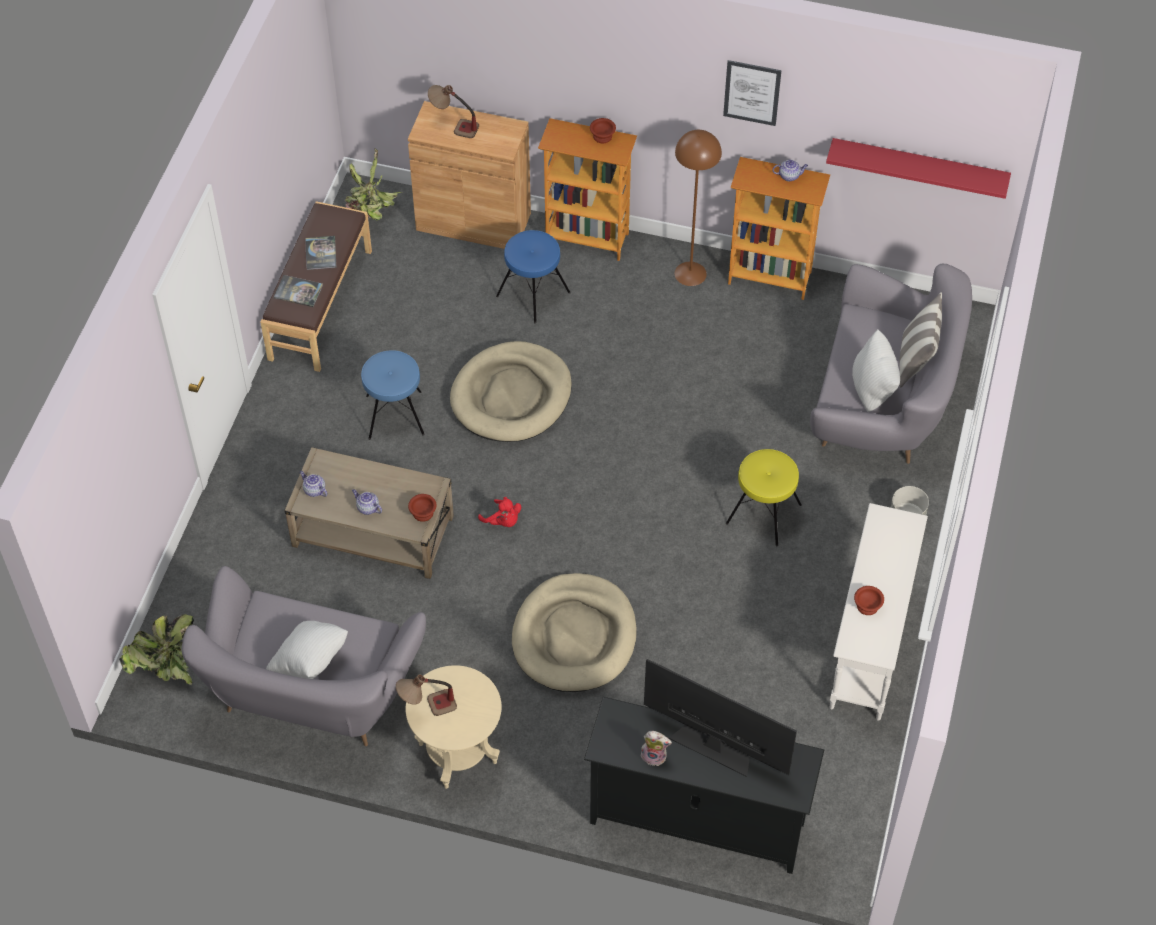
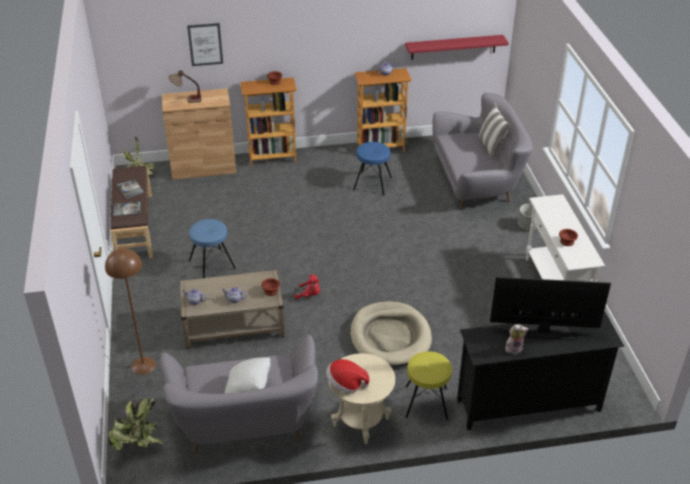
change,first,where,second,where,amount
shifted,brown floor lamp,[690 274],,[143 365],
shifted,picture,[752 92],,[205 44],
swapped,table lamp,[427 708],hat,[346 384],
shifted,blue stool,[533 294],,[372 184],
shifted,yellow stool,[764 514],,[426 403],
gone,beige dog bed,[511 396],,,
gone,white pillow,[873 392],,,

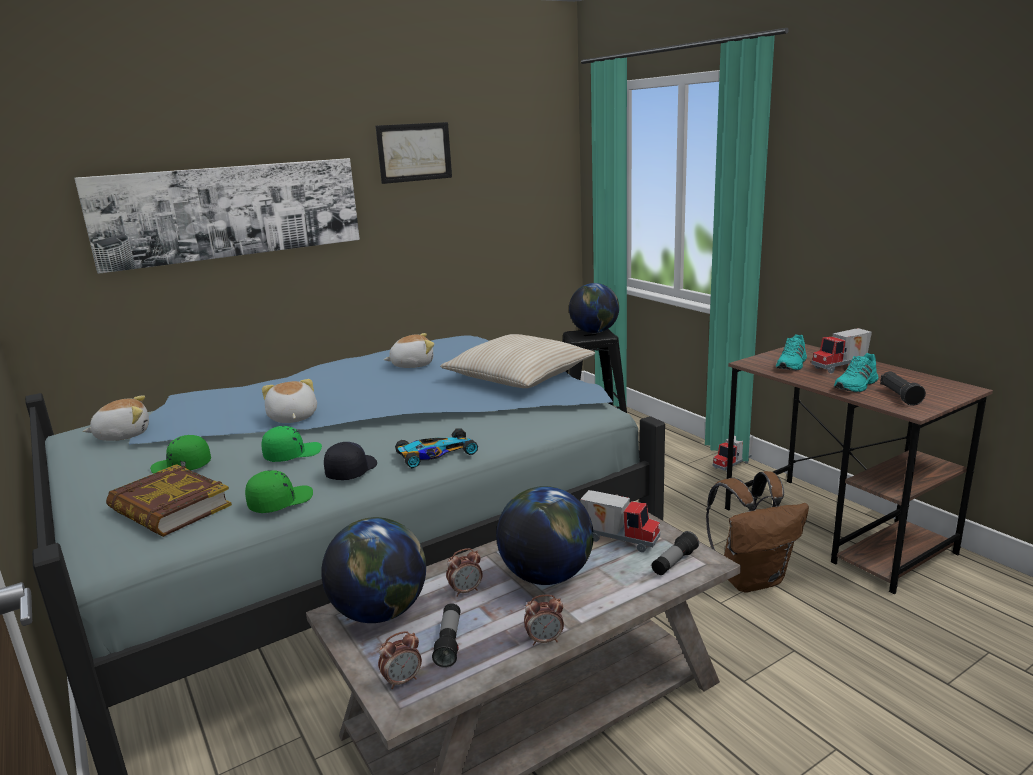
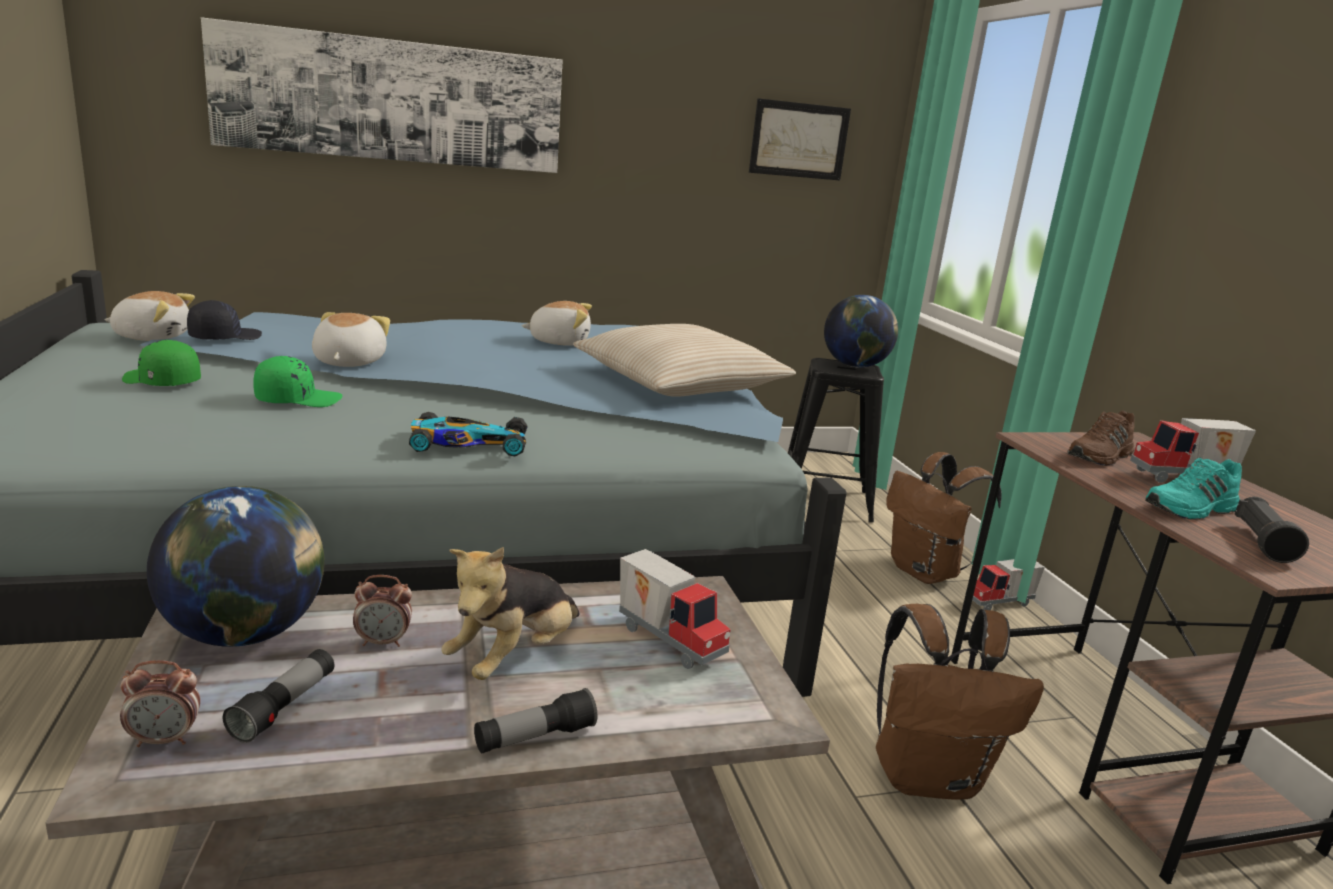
change,first,where,second,where,amount
shifted,black cap,[351 471],,[224 337],
swapped,globe,[546 575],plush toy,[514 657],
shifted,flashlight,[674 562],,[535 738],
shifted,picture,[414 152],,[799 140],
new,,,brown backpack,[926 573],
repainted,turquoise shoe,[792 364],brown shoe,[1101 456],
gone,book,[170 508],,,
gone,green cap,[280 502],,,
gone,alarm clock,[545 640],,,

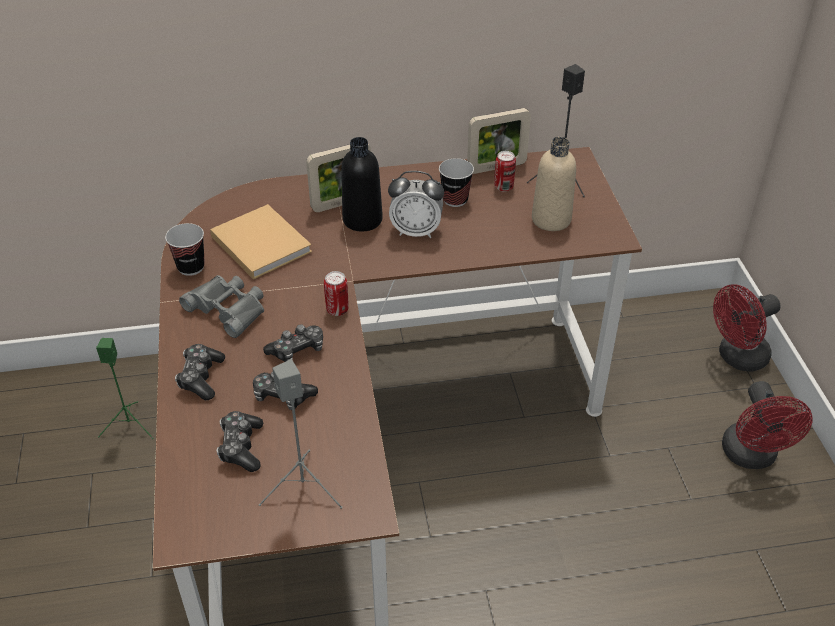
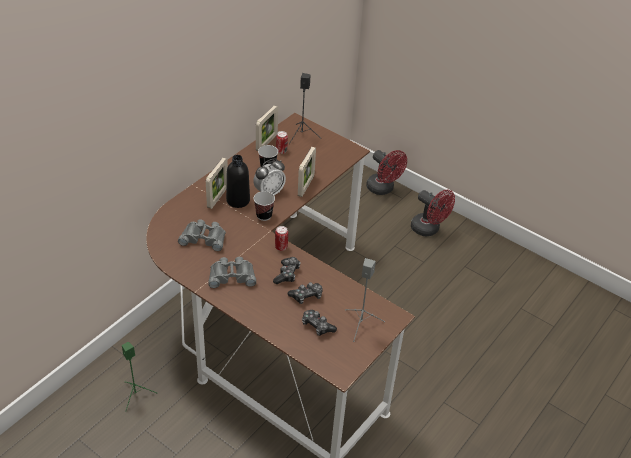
change,first,where,second,where,amount
swapped,beige book,[259 243],grey binoculars,[204 238],
shifted,cup,[191 267],,[264 215],
new,,,picture frame,[306 186],
rotated,red fan,[737 358],,[383 189],60 degrees counterclockwise
gone,game controller,[201 377],,,
gone,beige bottle,[551 219],,,

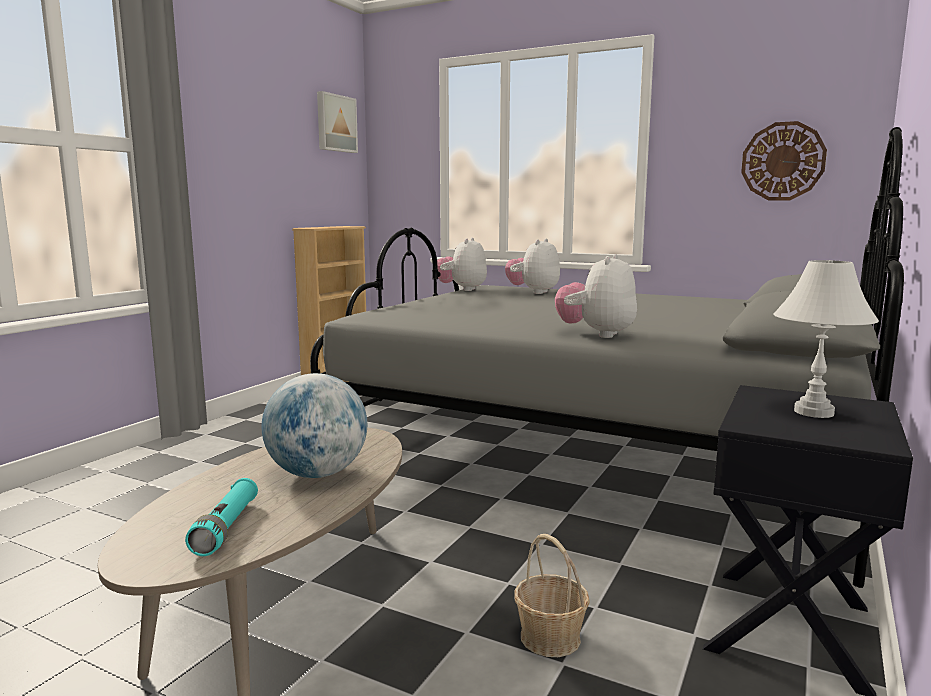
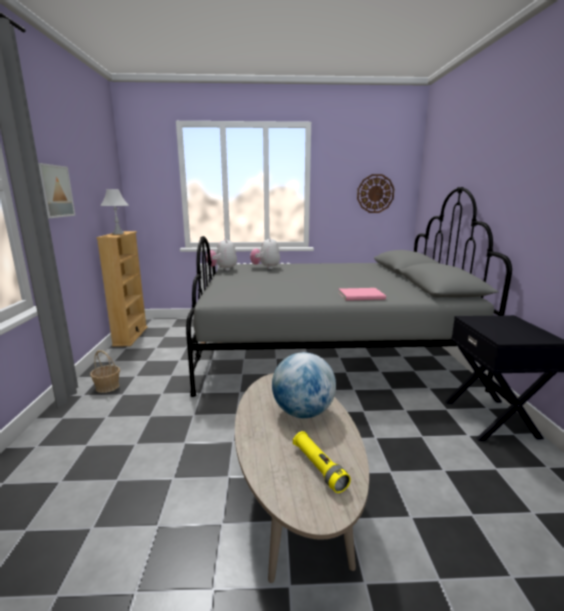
change,first,where,second,where,amount
shifted,picture,[335 123],,[52 191],
shifted,basket,[550 638],,[107 387],
shifted,white table lamp,[813 412],,[118 233],
repainted,turquoise flashlight,[226 528],yellow flashlight,[319 467],
swapped,plush toy,[596 334],pink book,[362 296],

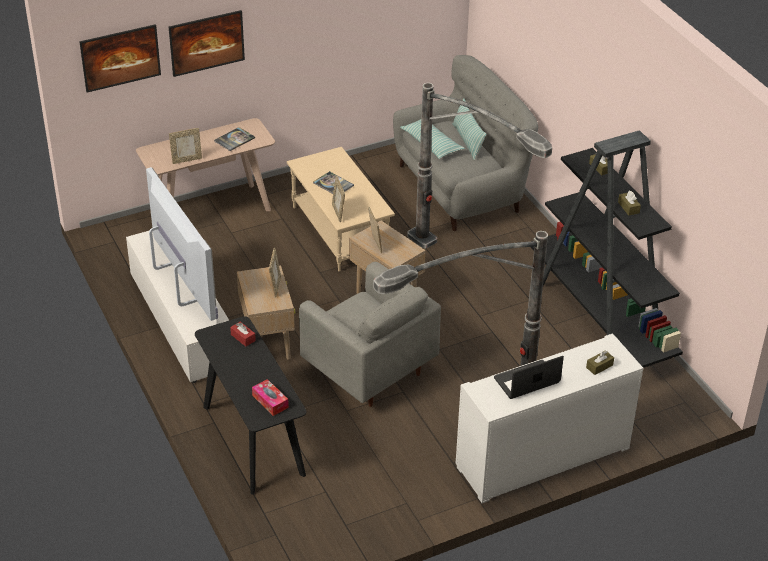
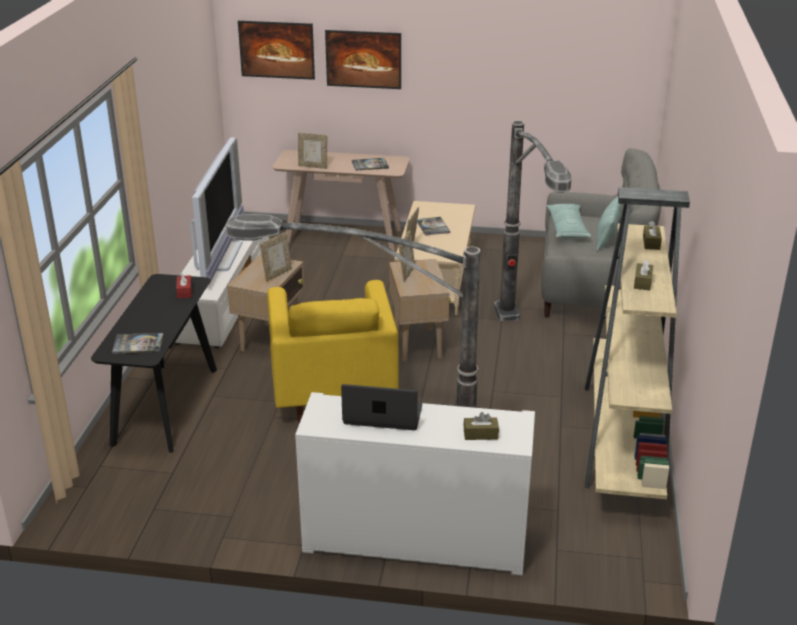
change,first,where,second,where,amount
swapped,tissue box,[270 401],book,[138 344],
repainted,grey armchair,[369 370],yellow armchair,[333 394],
repainted,black bookcase,[600 317],beige bookcase,[623 439],

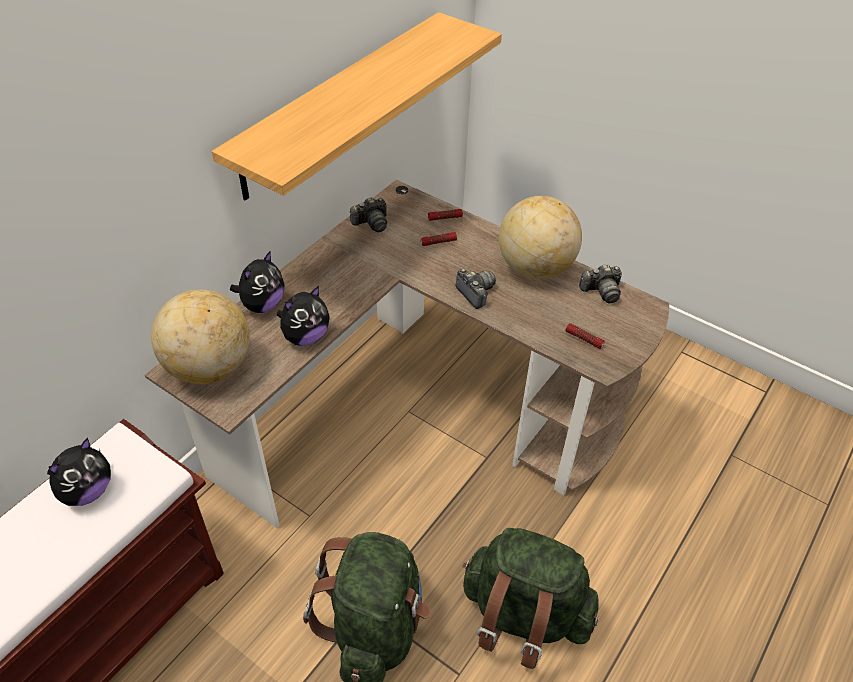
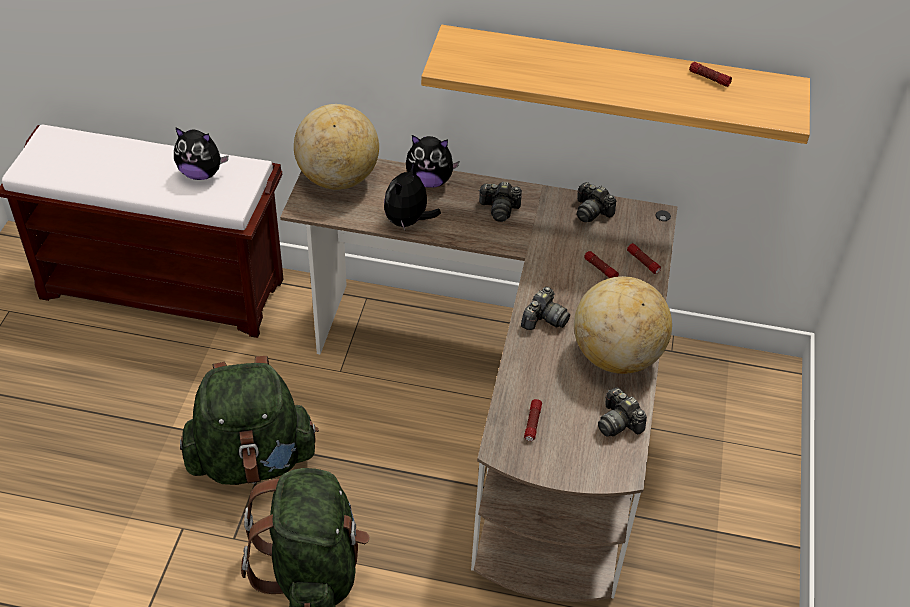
change,first,where,second,where,amount
rotated,plush toy,[305 337],,[408 222],90 degrees clockwise
new,,,photo camera,[499 209],
new,,,flashlight,[709 78],

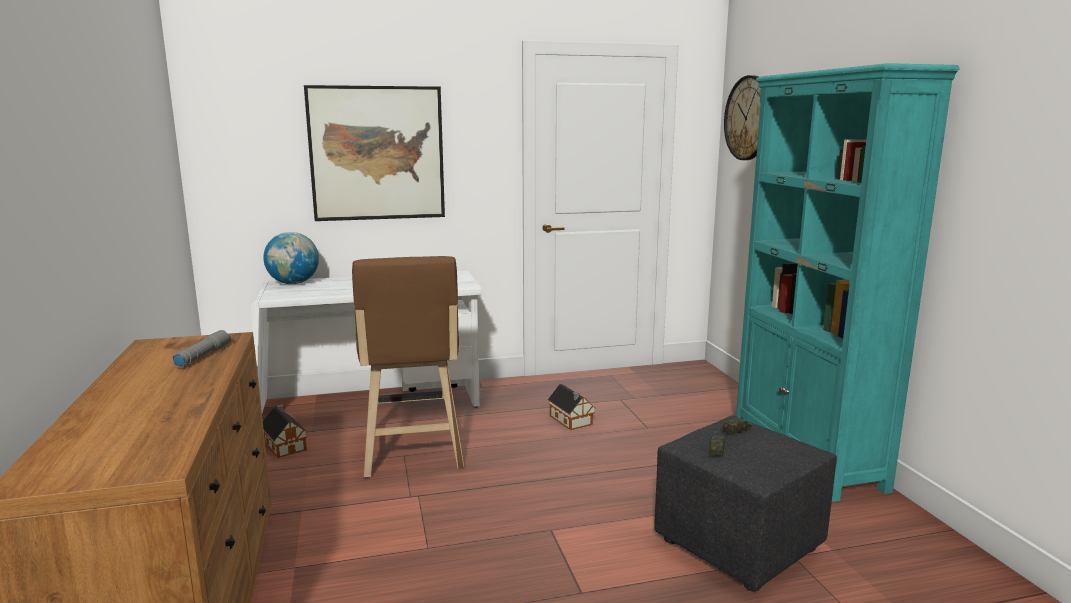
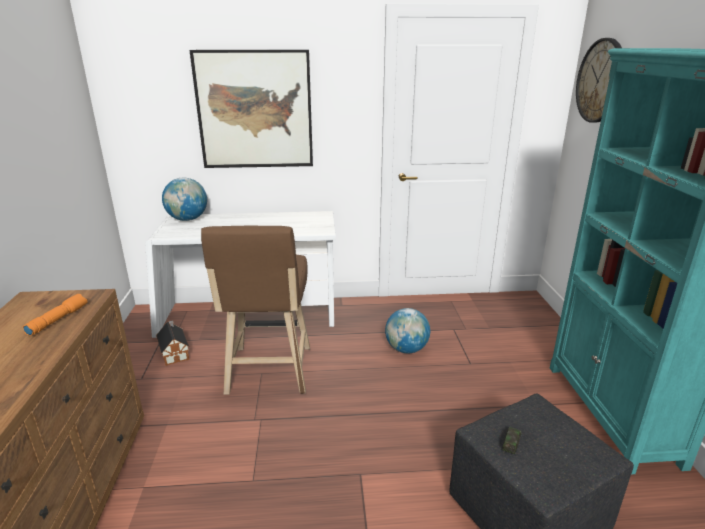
change,first,where,second,where,amount
repainted,grey flashlight,[203 356],orange flashlight,[58 319],
swapped,toy house,[571 421],globe,[406 349],
gone,toy car,[736 431],,,

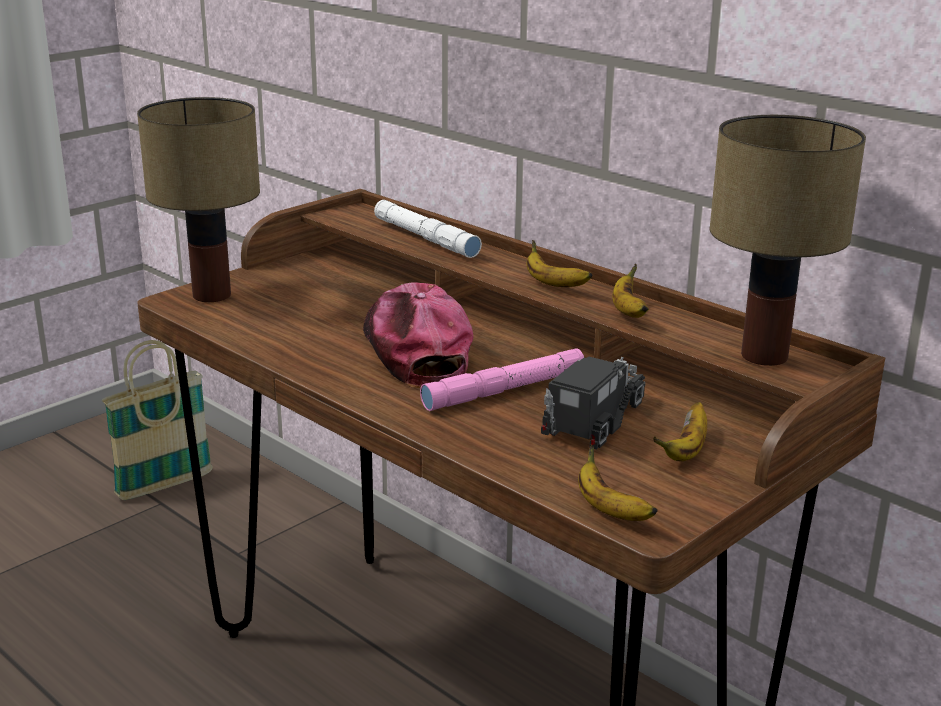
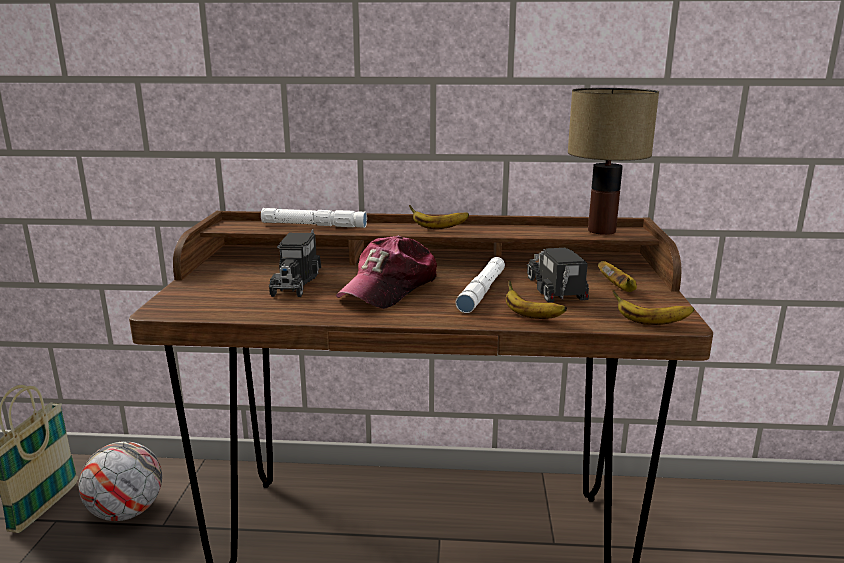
change,first,where,second,where,amount
new,,,football,[126 512],
new,,,toy truck,[296 281],
rotated,cap,[413 350],,[390 288],90 degrees counterclockwise
repainted,pink flashlight,[504 390],white flashlight,[482 291],
shifted,banana,[628 311],,[530 316],
gone,table lamp,[210 294],,,

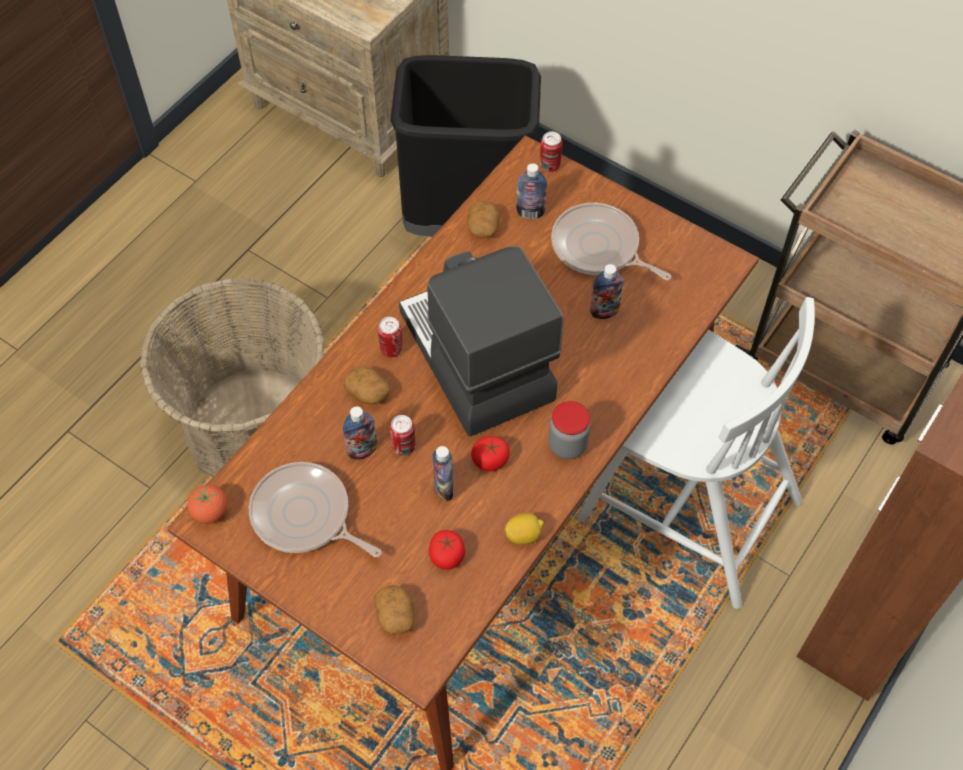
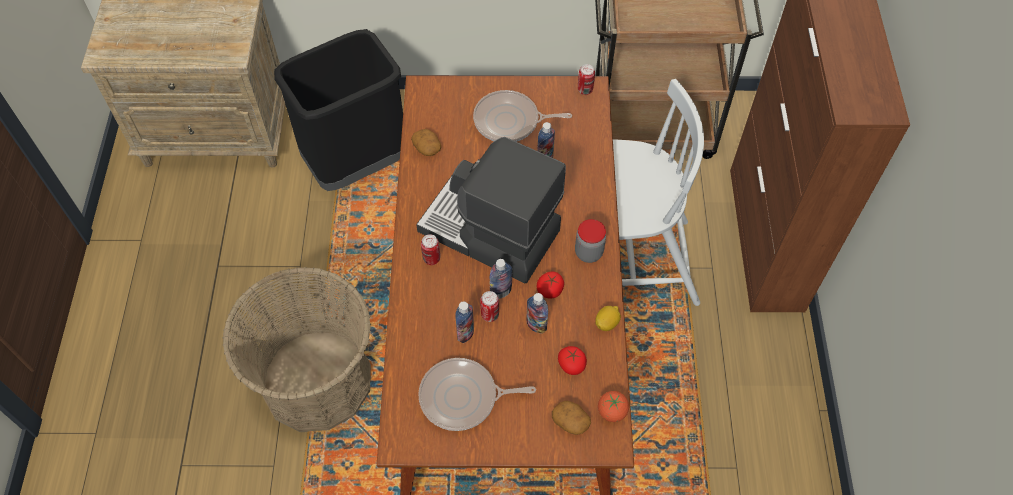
change,first,where,second,where,amount
shifted,bottle,[530 212],,[500 292],
shifted,can,[550 165],,[585 90],
shifted,tomato,[210 512],,[612 411],
gone,potato,[368 392],,,

